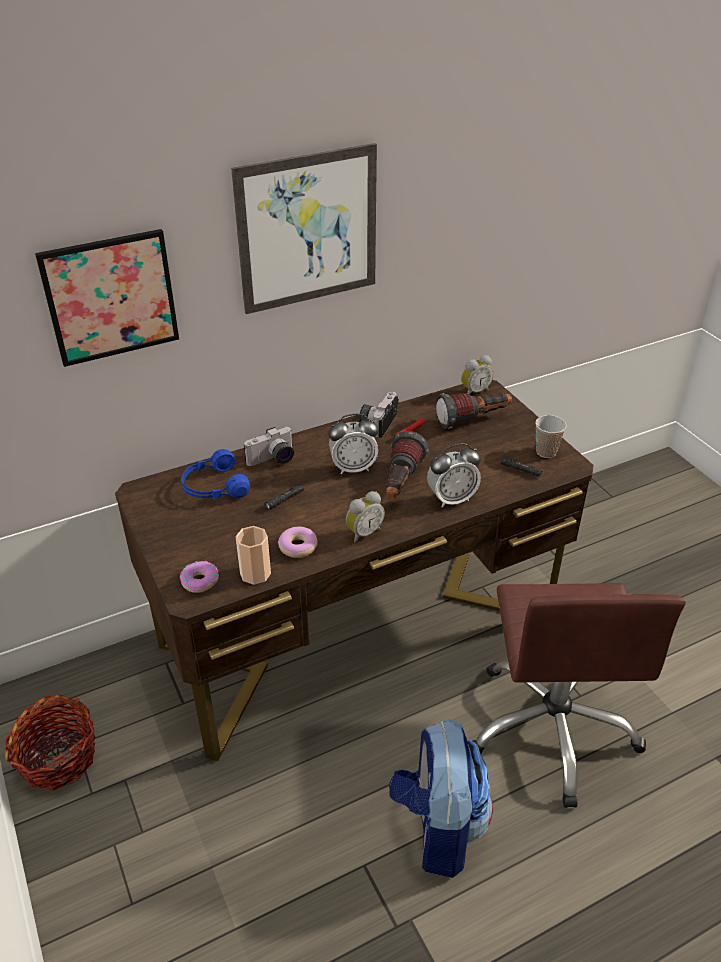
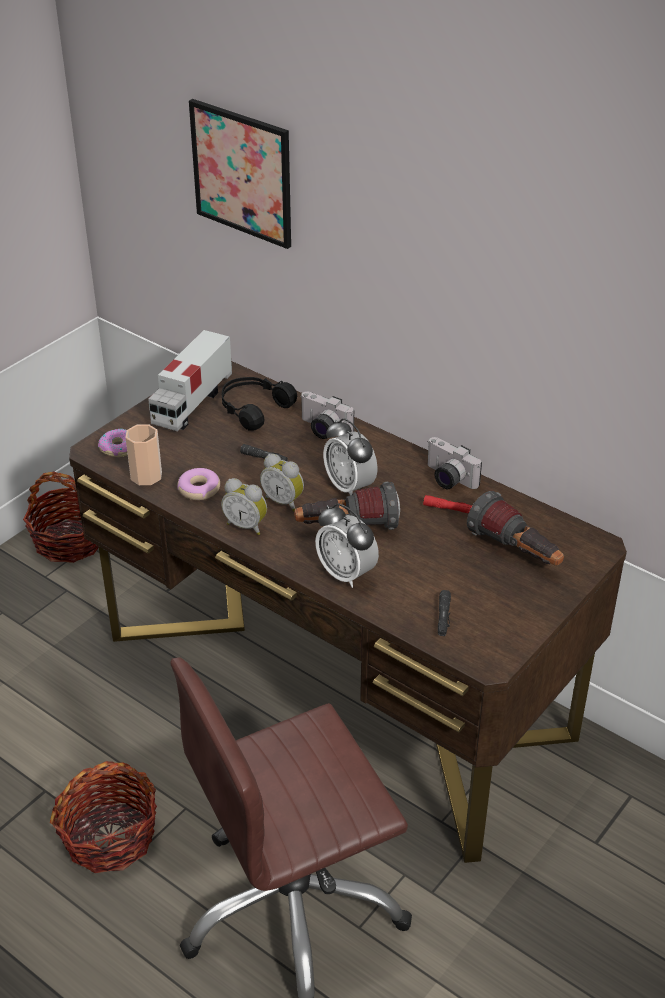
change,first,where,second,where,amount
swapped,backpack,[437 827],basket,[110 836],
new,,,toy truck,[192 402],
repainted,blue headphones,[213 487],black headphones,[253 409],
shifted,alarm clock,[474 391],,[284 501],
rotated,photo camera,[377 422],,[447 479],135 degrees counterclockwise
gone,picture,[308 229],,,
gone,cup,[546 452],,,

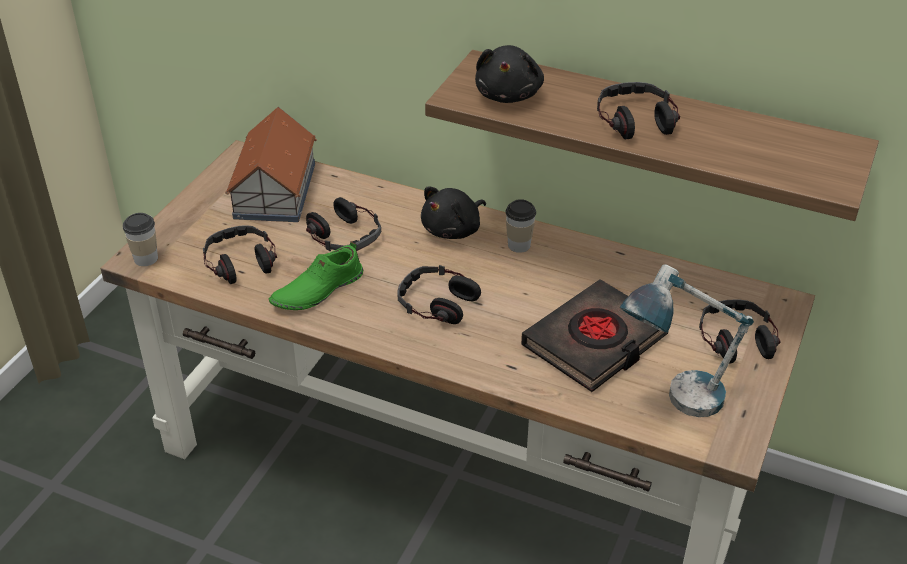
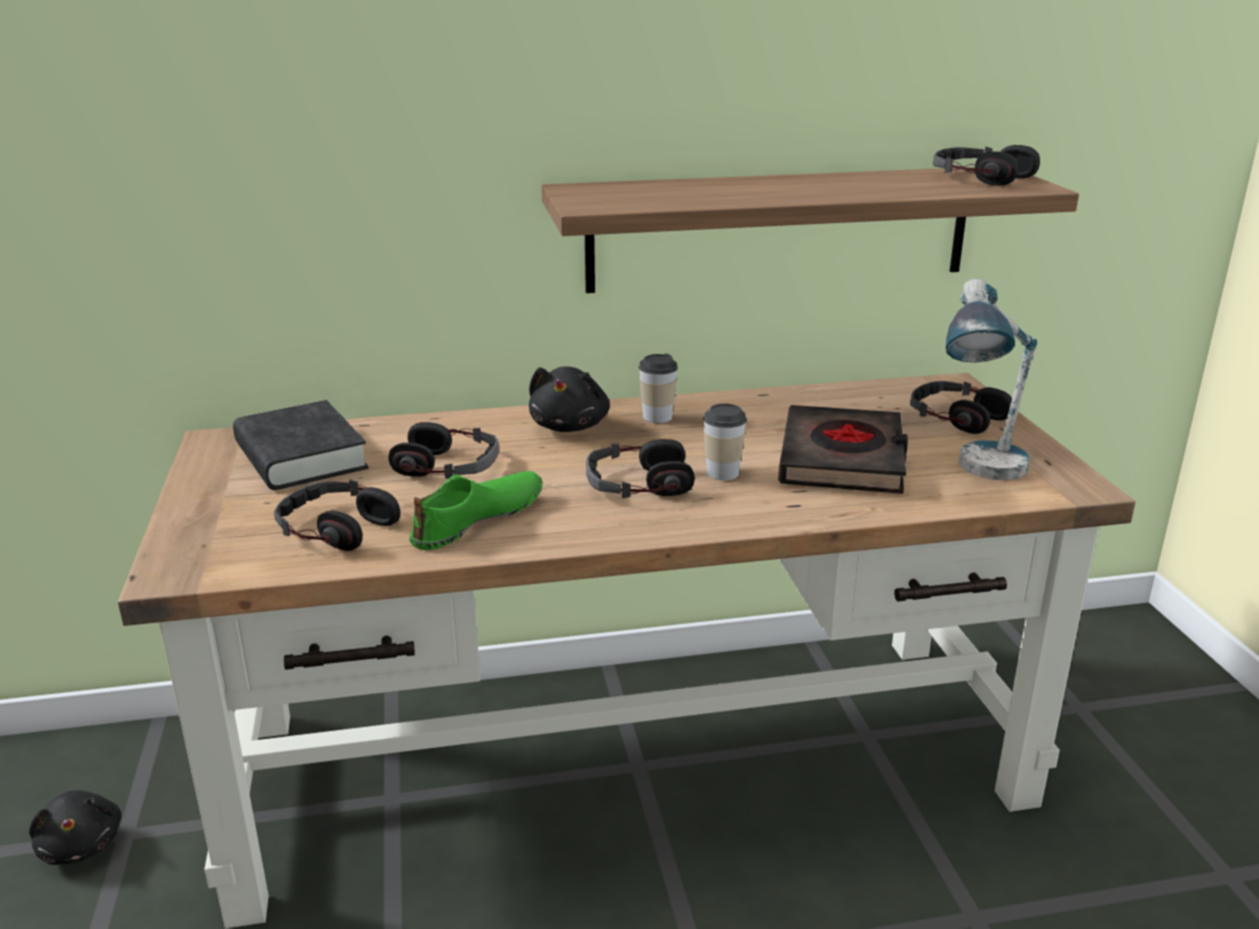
change,first,where,second,where,amount
shifted,black plush toy,[509 94],,[82 845],
swapped,toy house,[274 191],black book,[300 457],
rotated,green shoe,[317 290],,[479 520],150 degrees counterclockwise
shifted,cup,[146 258],,[722 473],
shifted,headphones,[635 120],,[981 177],

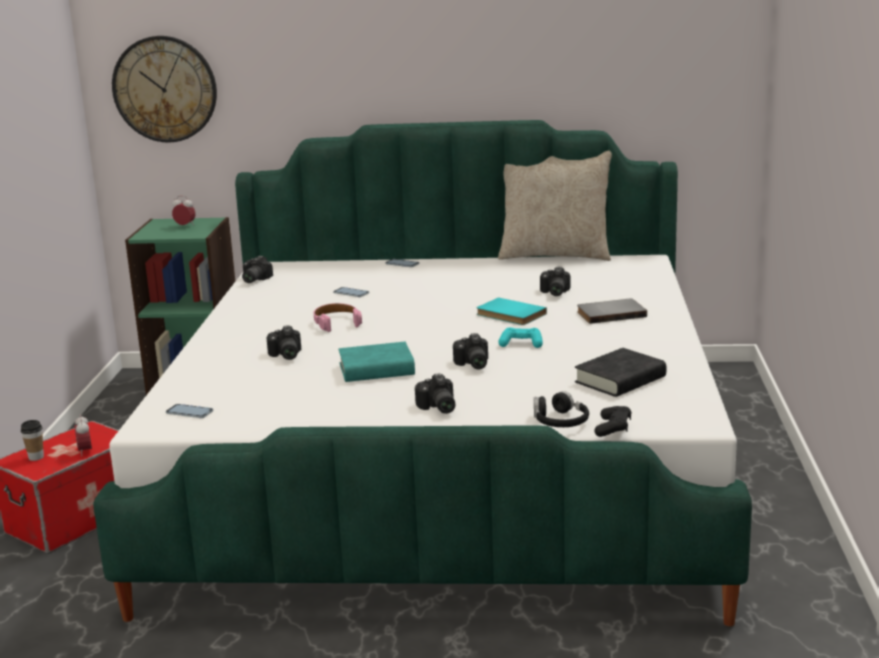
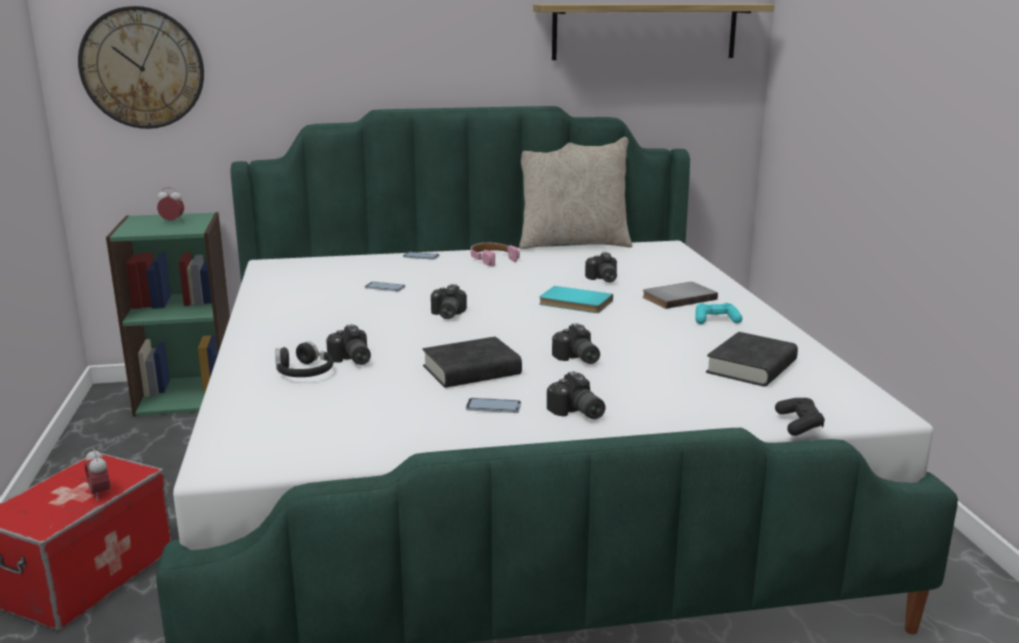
change,first,where,second,where,amount
shifted,black headphones,[560 421],,[303 372],
repainted,turquoise book,[376 369],black book,[471 370],
shifted,photo camera,[253 280],,[446 315],
shifted,phone,[189 412],,[493 407],
shifted,pink headphones,[336 322],,[492 259],
new,,,shelf,[644 31],
shifted,turquoise game controller,[521 344],,[716 320],
gone,cup,[36 457],,,

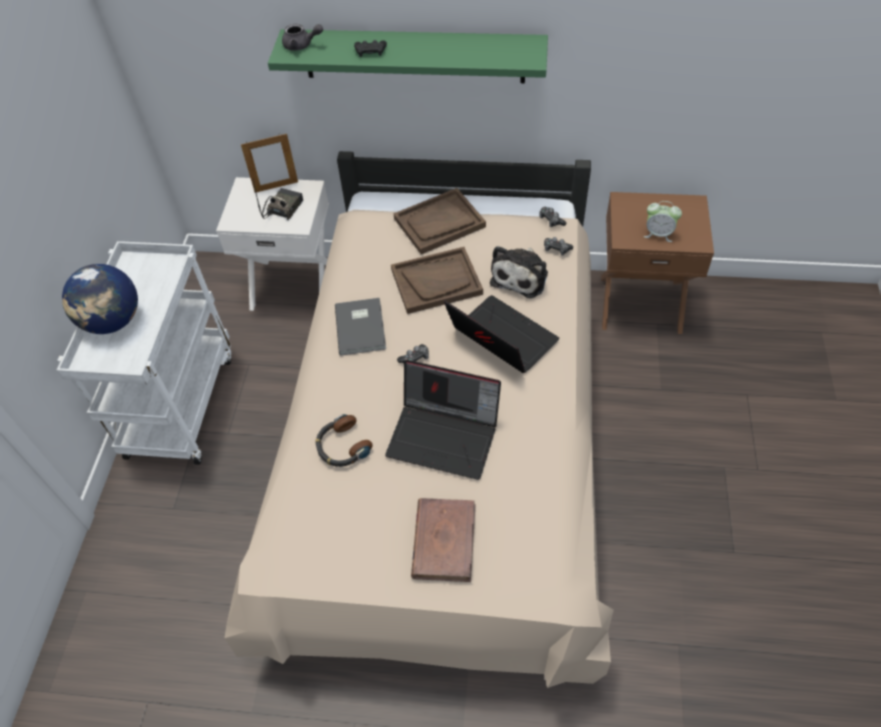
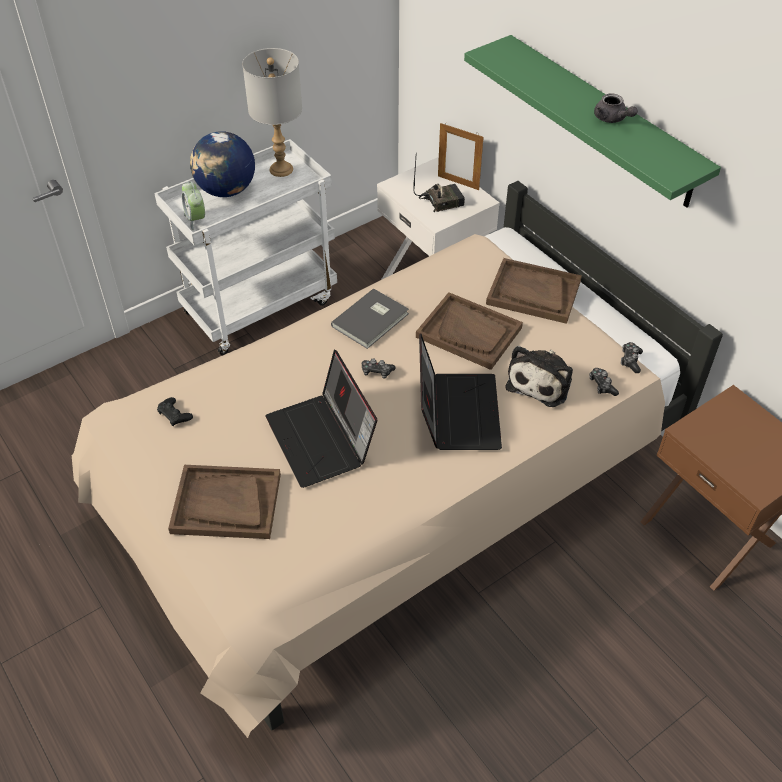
change,first,where,second,where,amount
shifted,black game controller,[370 51],,[174 415],
swapped,brown book,[444 541],brown tray,[226 504],
shifted,alarm clock,[658 234],,[196 219],
new,,,grey table lamp,[281 170],
rotated,plush toy,[521 276],,[541 381],45 degrees counterclockwise
shifted,grey teapot,[301 45],,[612 119],
gone,headphones,[342 446],,,

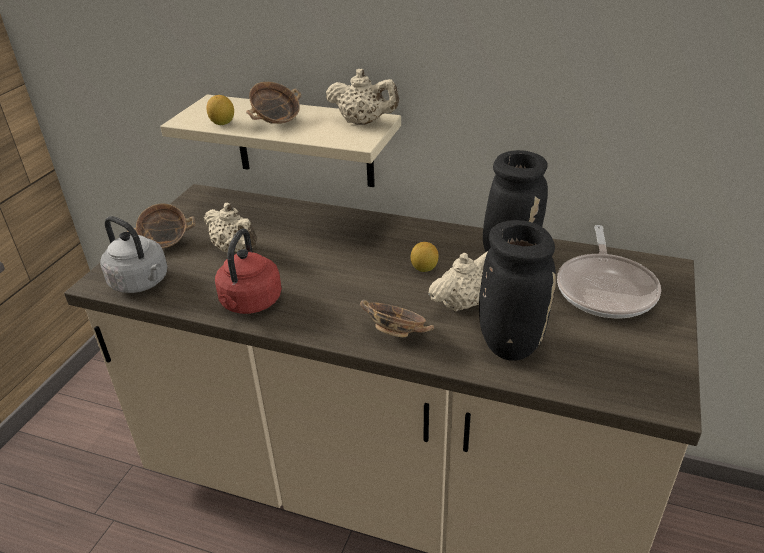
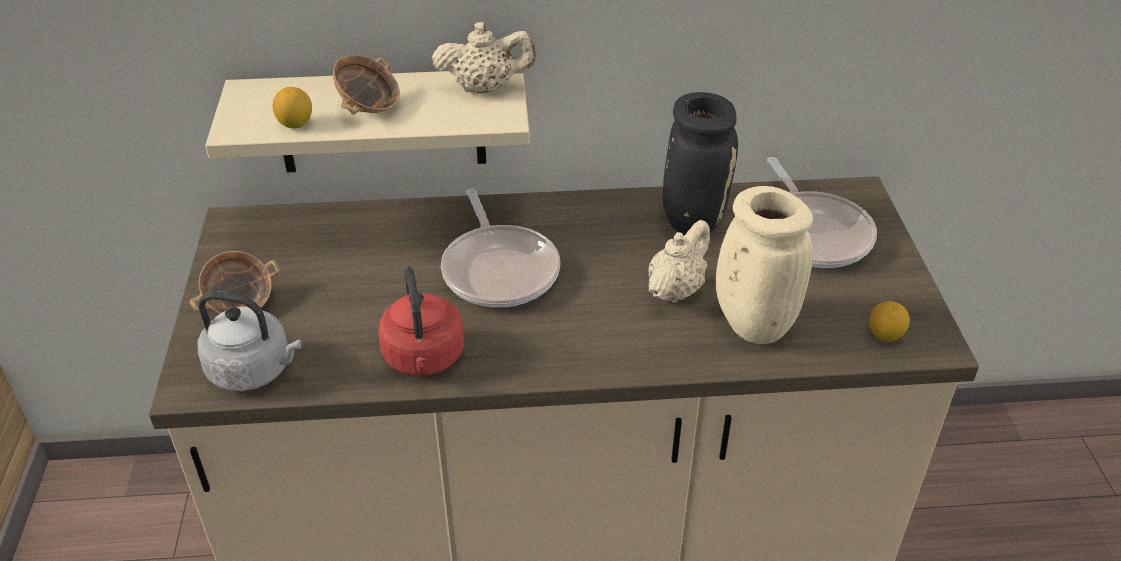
change,first,where,second,where,amount
new,,,frying pan,[499 269],
repainted,black vase,[508 343],beige vase,[751 324],
shifted,lemon,[424 268],,[885 335],
gone,beige teapot,[235 249],,,
gone,bowl,[397 332],,,

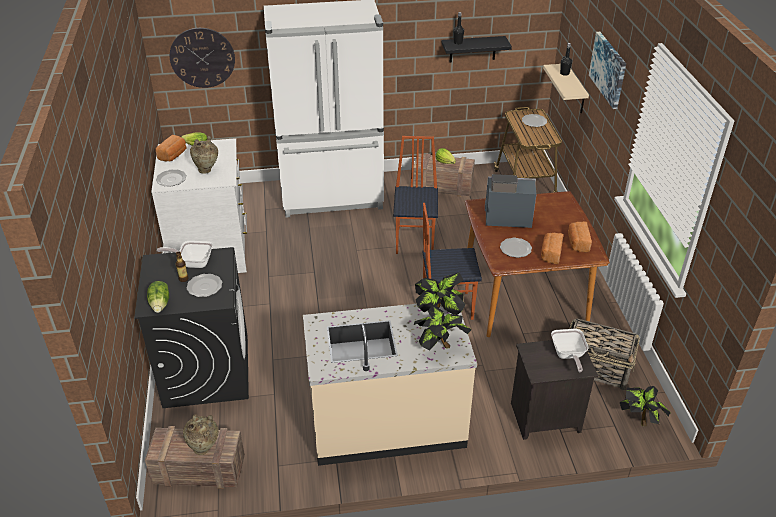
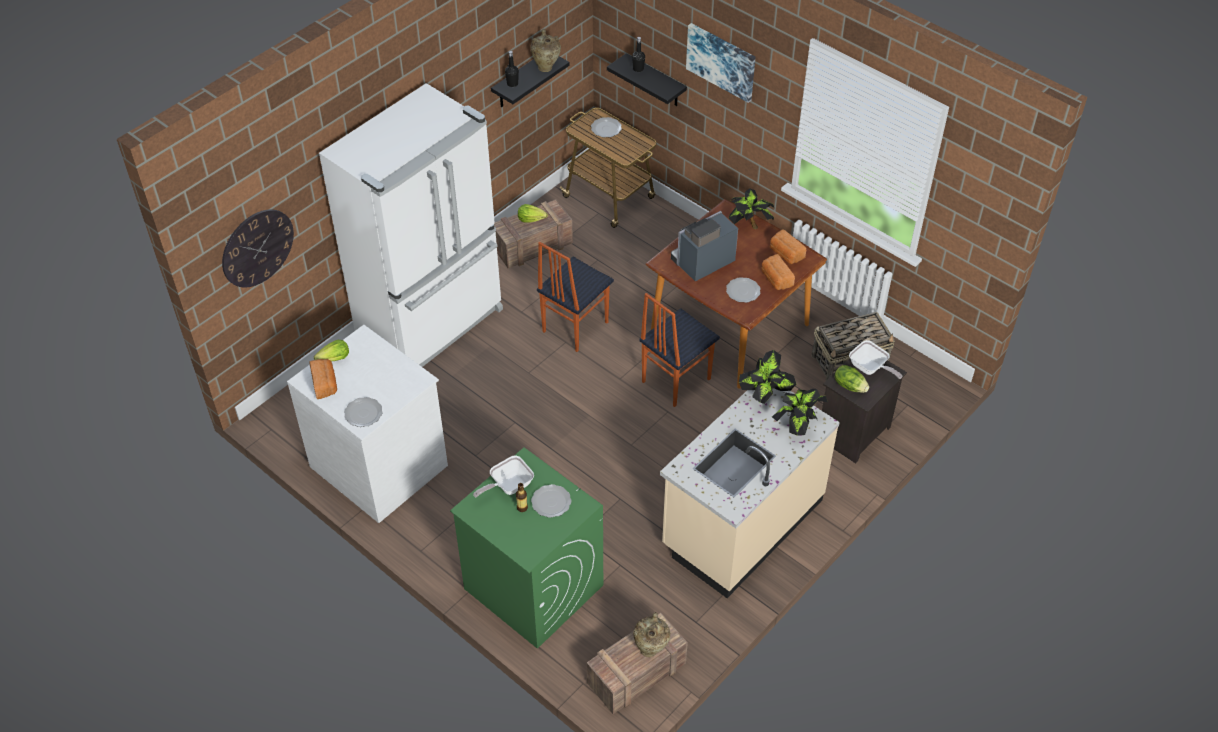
change,first,where,second,where,amount
repainted,black washing machine,[206 370],green washing machine,[532 587],
shifted,beige vase,[207 170],,[546 67],
rotated,chair,[416 241],,[574 327],105 degrees counterclockwise
repainted,beige shelf,[575 90],black shelf,[655 81],
shifted,potted plant,[640 420],,[749 225],
shifted,lettuce,[160 304],,[850 385],

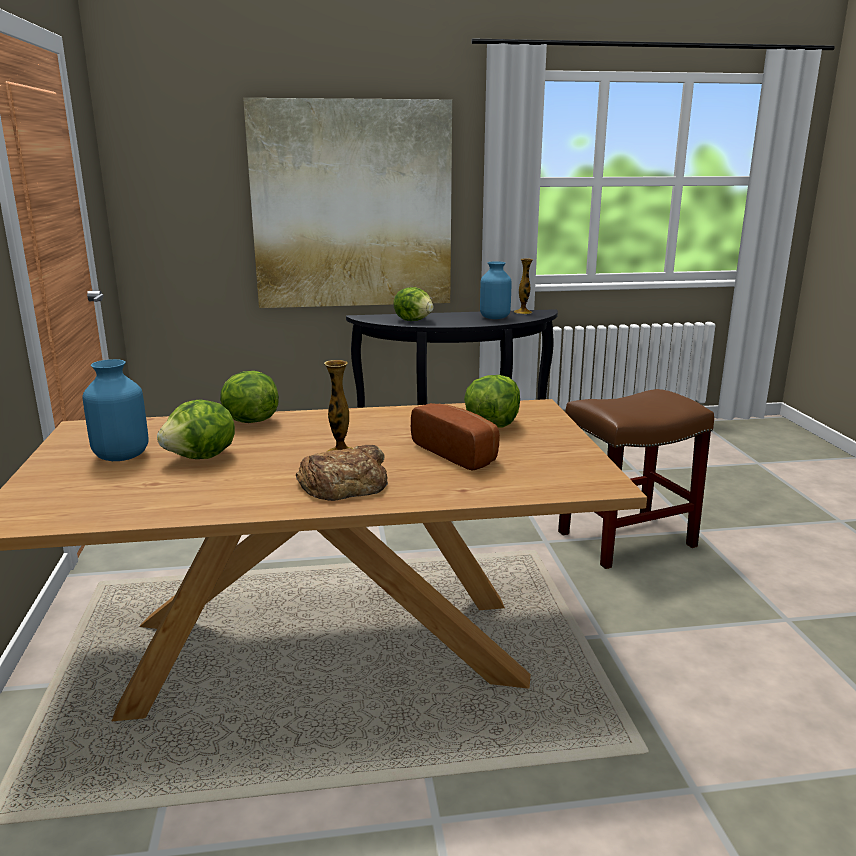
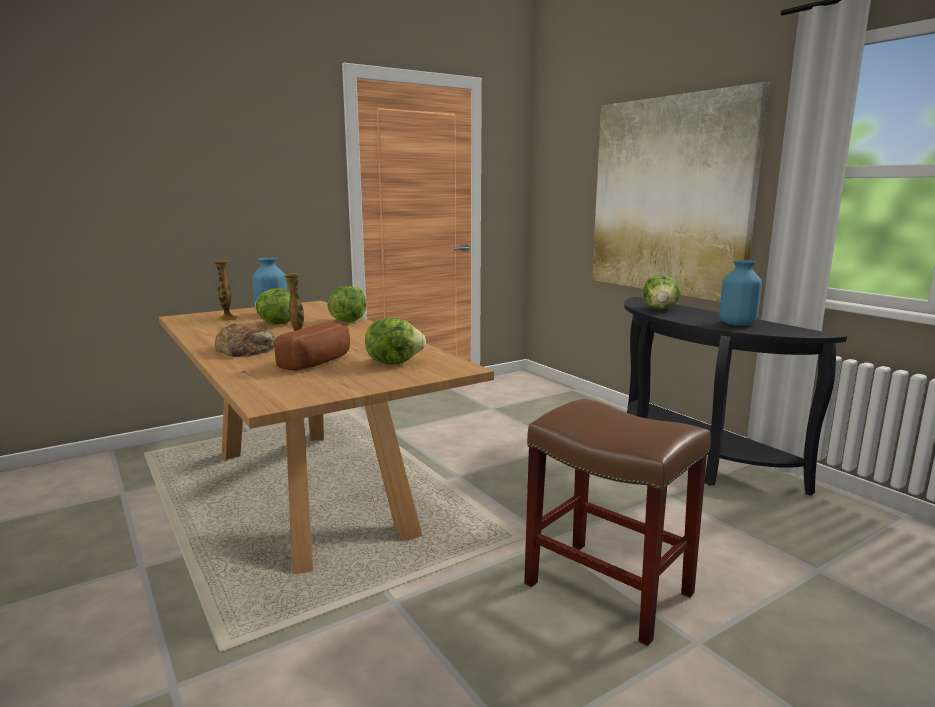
change,first,where,second,where,amount
shifted,vase,[522 312],,[227 318],

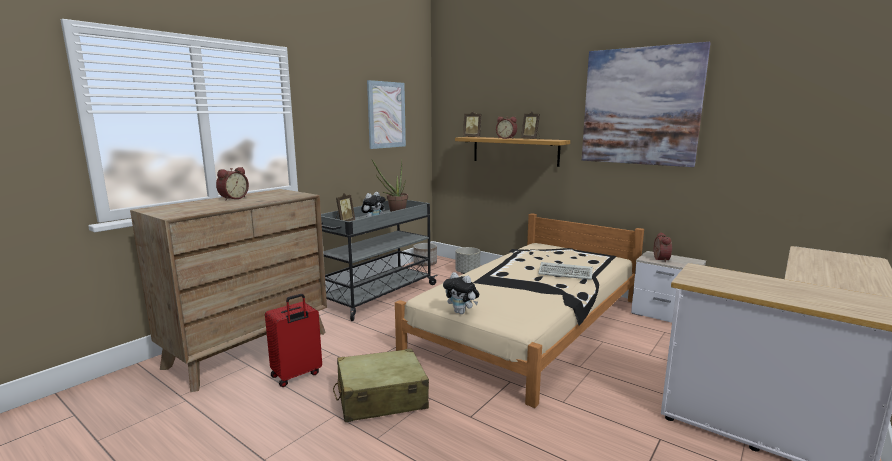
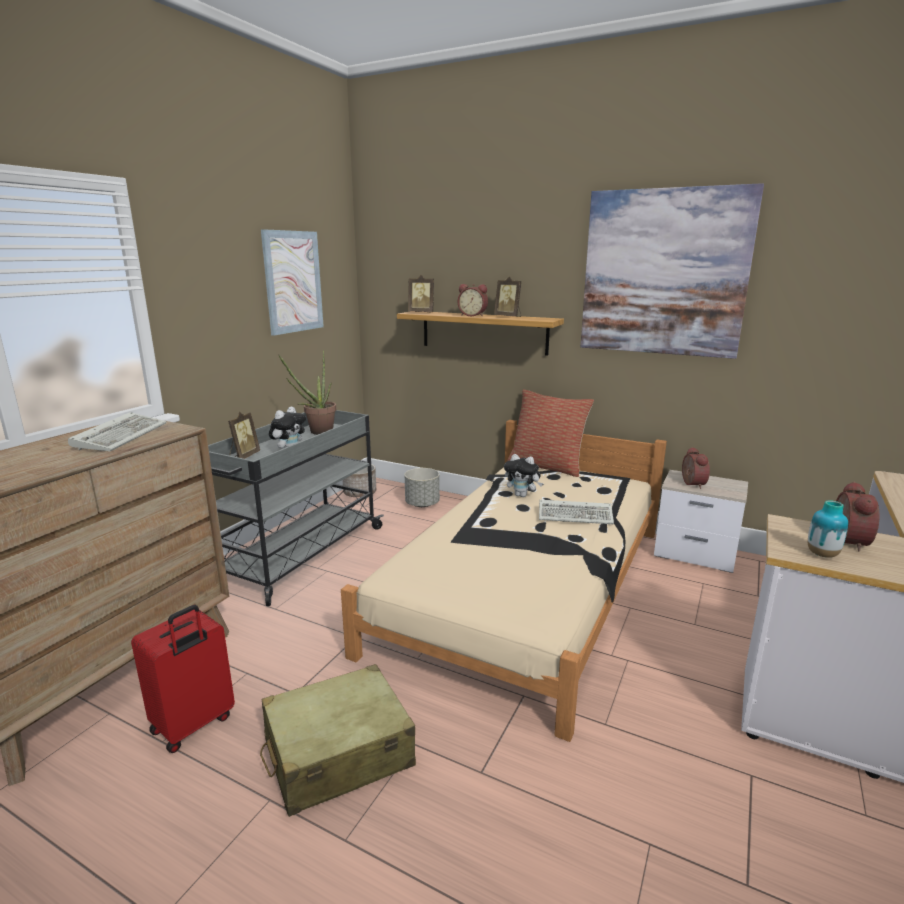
change,first,where,second,where,amount
new,,,keyboard,[121 435],
shifted,plush toy,[461 312],,[522 495],
new,,,pillow,[547 466],
new,,,vase,[822 554],
shifted,alarm clock,[233 198],,[845 541],

